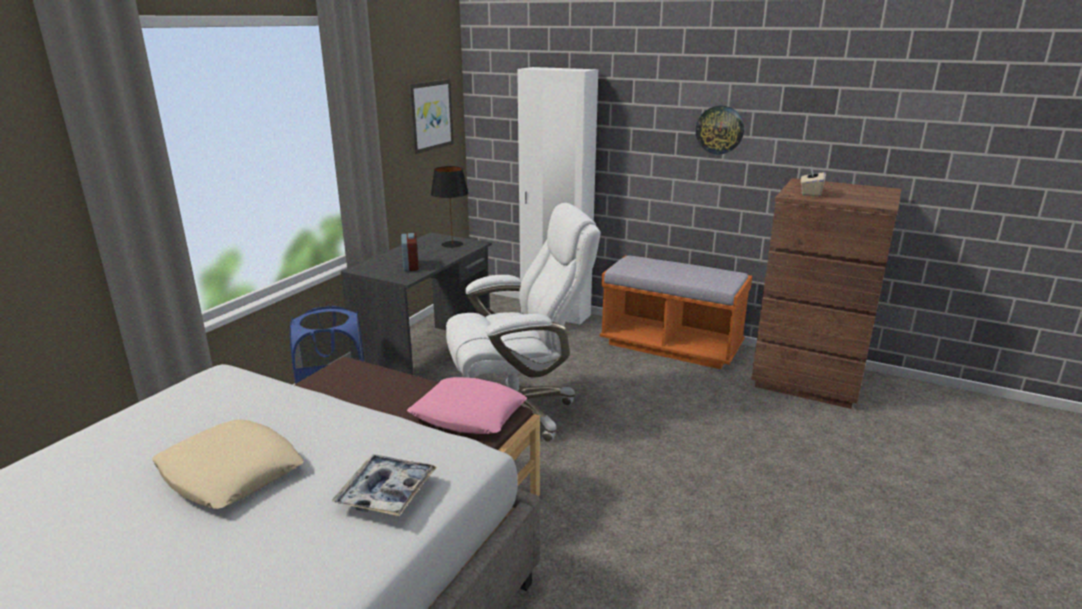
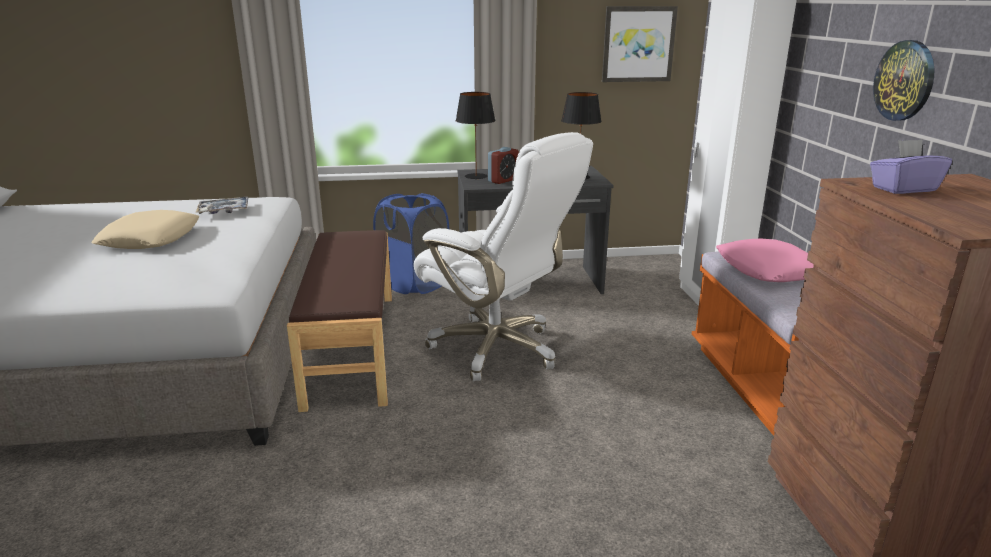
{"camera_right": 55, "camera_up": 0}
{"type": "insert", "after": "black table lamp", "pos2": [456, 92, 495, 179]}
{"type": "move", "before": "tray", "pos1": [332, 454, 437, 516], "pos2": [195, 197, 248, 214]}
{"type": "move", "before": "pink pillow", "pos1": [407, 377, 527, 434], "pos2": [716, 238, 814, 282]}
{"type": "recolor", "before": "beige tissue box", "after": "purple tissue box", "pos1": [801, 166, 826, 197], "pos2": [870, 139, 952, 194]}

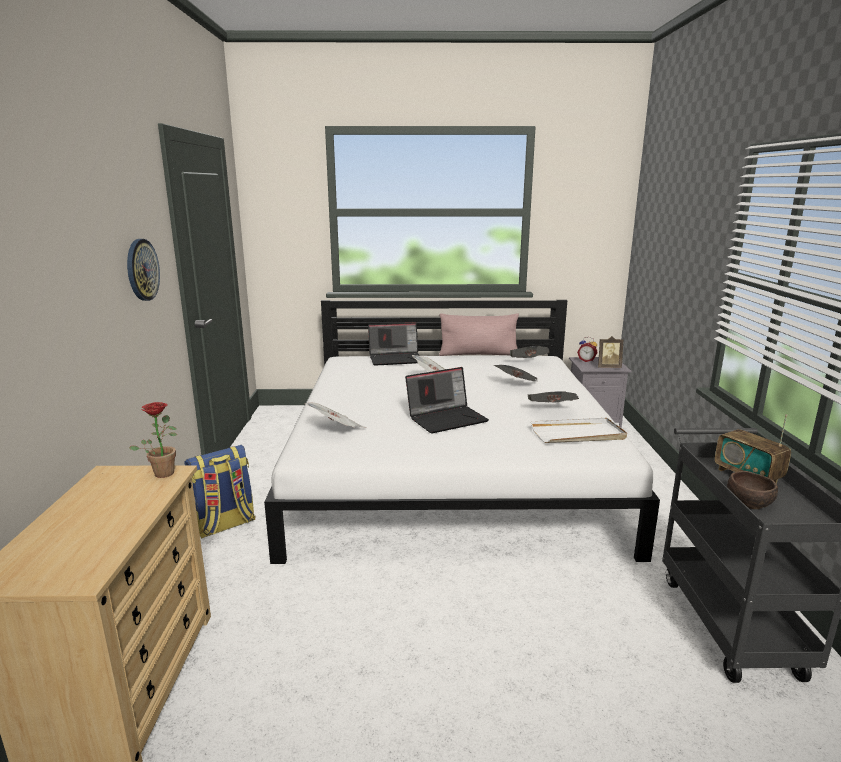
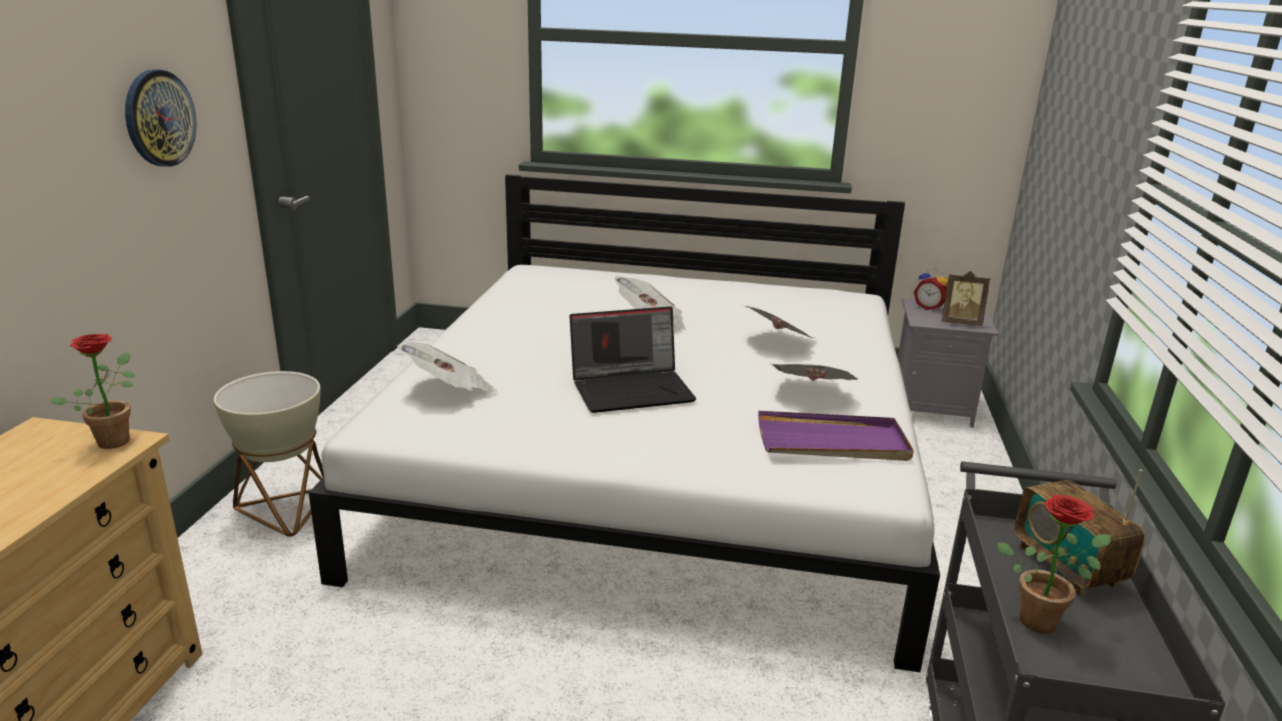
{"camera_right": 10, "camera_up": 5}
{"type": "delete", "before": "laptop", "pos1": [368, 322, 420, 366]}
{"type": "delete", "before": "pink pillow", "pos1": [439, 313, 519, 356]}
{"type": "delete", "before": "newspaper", "pos1": [510, 346, 550, 358]}
{"type": "replace", "before": "backpack", "after": "planter", "pos1": [184, 445, 255, 538], "pos2": [213, 371, 324, 536]}
{"type": "replace", "before": "brown bowl", "after": "potted plant", "pos1": [727, 471, 778, 509], "pos2": [997, 495, 1111, 634]}
{"type": "recolor", "before": "white tray", "after": "purple tray", "pos1": [531, 418, 627, 443], "pos2": [758, 411, 914, 461]}

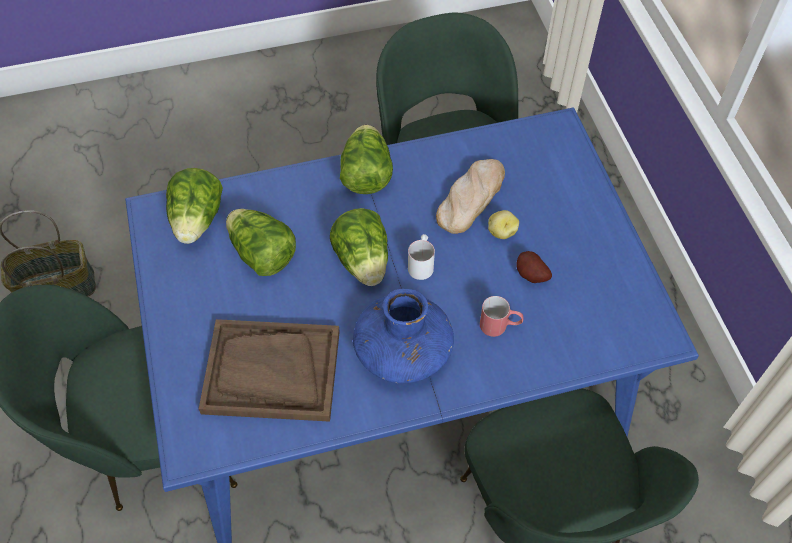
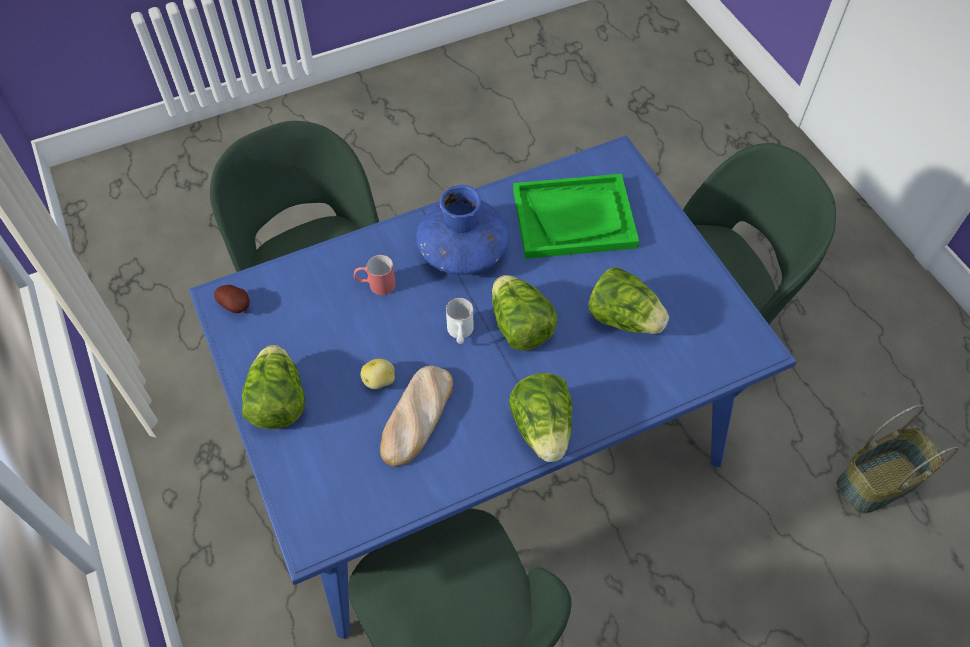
{"camera_right": 170, "camera_up": 0}
{"type": "move", "before": "lettuce", "pos1": [166, 168, 223, 244], "pos2": [242, 345, 305, 429]}
{"type": "move", "before": "potato", "pos1": [516, 251, 552, 283], "pos2": [214, 285, 250, 313]}
{"type": "recolor", "before": "brown tray", "after": "green tray", "pos1": [199, 319, 340, 422], "pos2": [513, 174, 639, 259]}

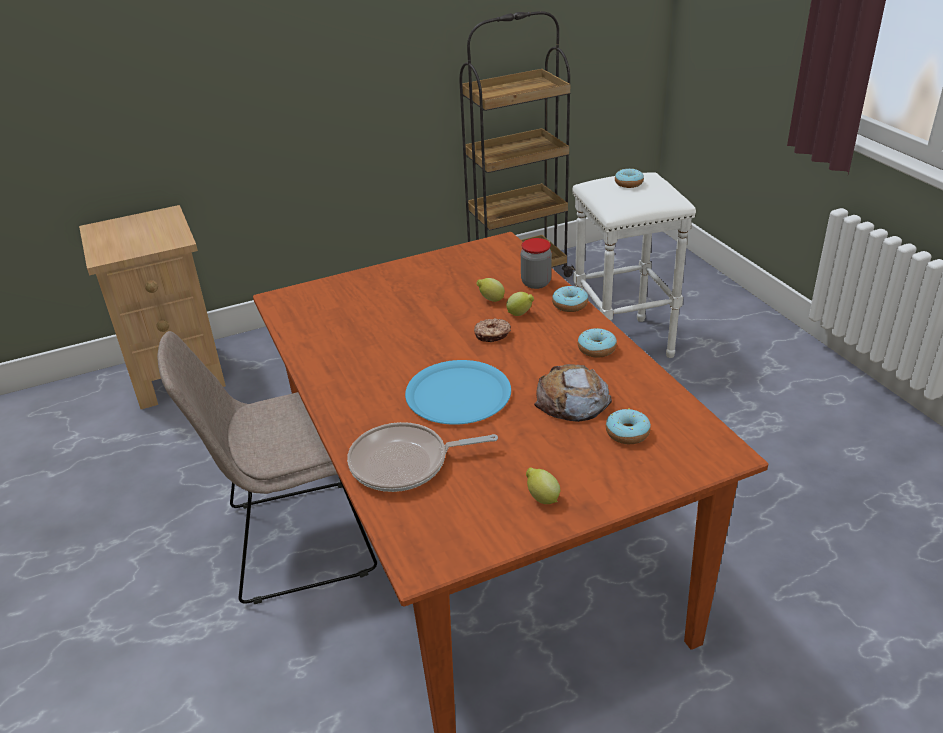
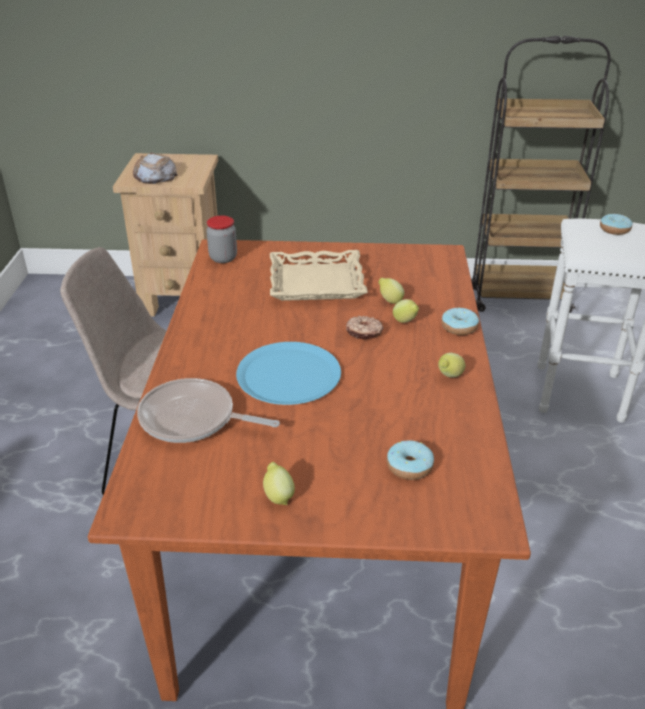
{"camera_right": 25, "camera_up": 0}
{"type": "insert", "after": "beige tray", "pos2": [270, 250, 368, 301]}
{"type": "move", "before": "jar", "pos1": [521, 238, 552, 289], "pos2": [206, 216, 237, 263]}
{"type": "move", "before": "bread", "pos1": [534, 364, 612, 422], "pos2": [133, 152, 178, 184]}
{"type": "replace", "before": "donut", "after": "lemon", "pos1": [578, 328, 617, 358], "pos2": [438, 353, 465, 378]}

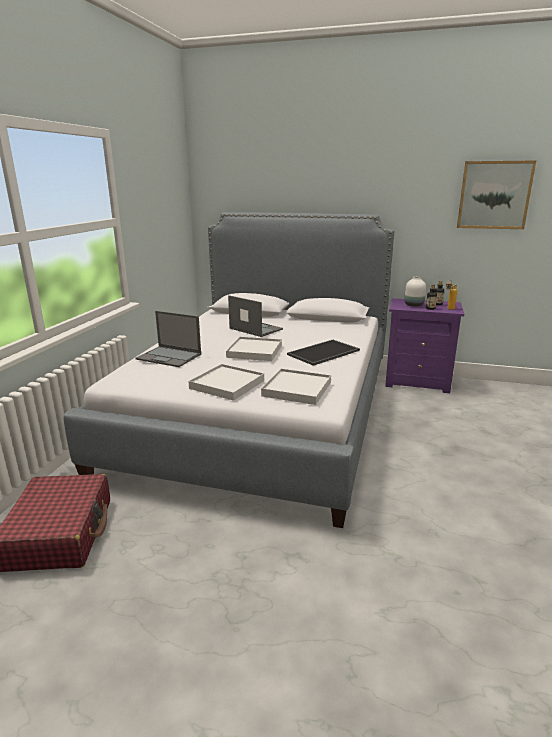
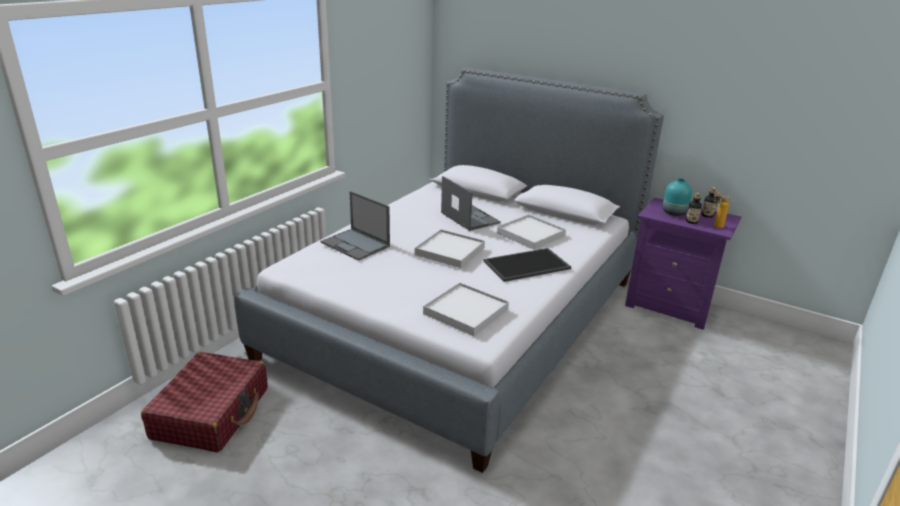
{"camera_right": 15, "camera_up": 5}
{"type": "delete", "before": "picture", "pos1": [457, 160, 537, 229]}
{"type": "move", "before": "white tray", "pos1": [188, 364, 264, 401], "pos2": [497, 214, 566, 250]}
{"type": "recolor", "before": "white vase", "after": "turquoise vase", "pos1": [404, 277, 426, 306], "pos2": [663, 178, 692, 216]}

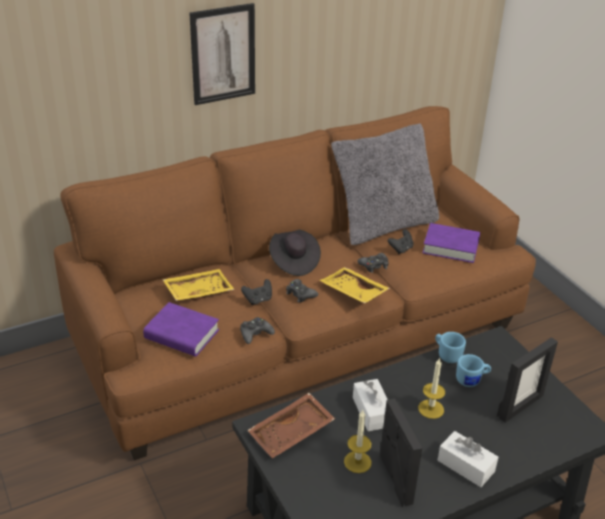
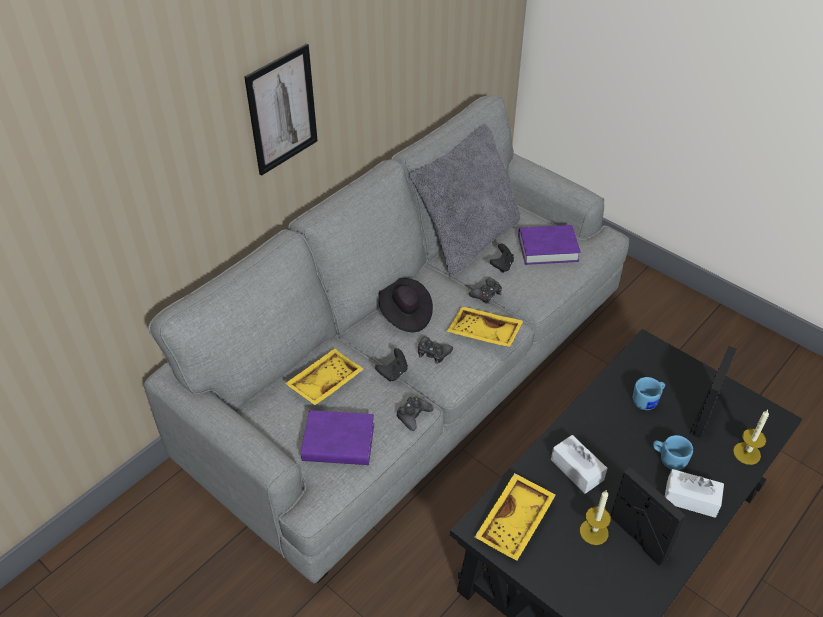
{"camera_right": -20, "camera_up": 10}
{"type": "move", "before": "candle", "pos1": [418, 358, 445, 419], "pos2": [733, 410, 769, 465]}
{"type": "move", "before": "blue mug", "pos1": [435, 332, 466, 363], "pos2": [653, 435, 693, 470]}
{"type": "recolor", "before": "brown sofa", "after": "grey sofa", "pos1": [54, 106, 536, 460], "pos2": [144, 96, 629, 584]}
{"type": "recolor", "before": "brown tray", "after": "yellow tray", "pos1": [247, 393, 335, 458], "pos2": [475, 473, 556, 561]}

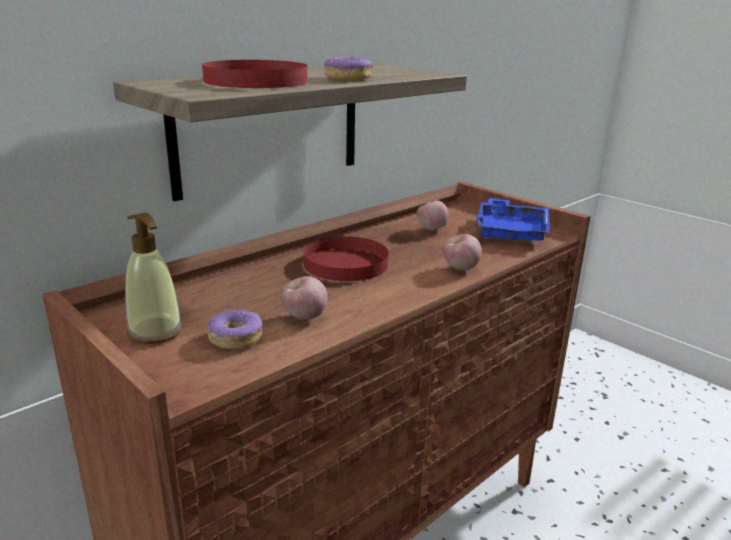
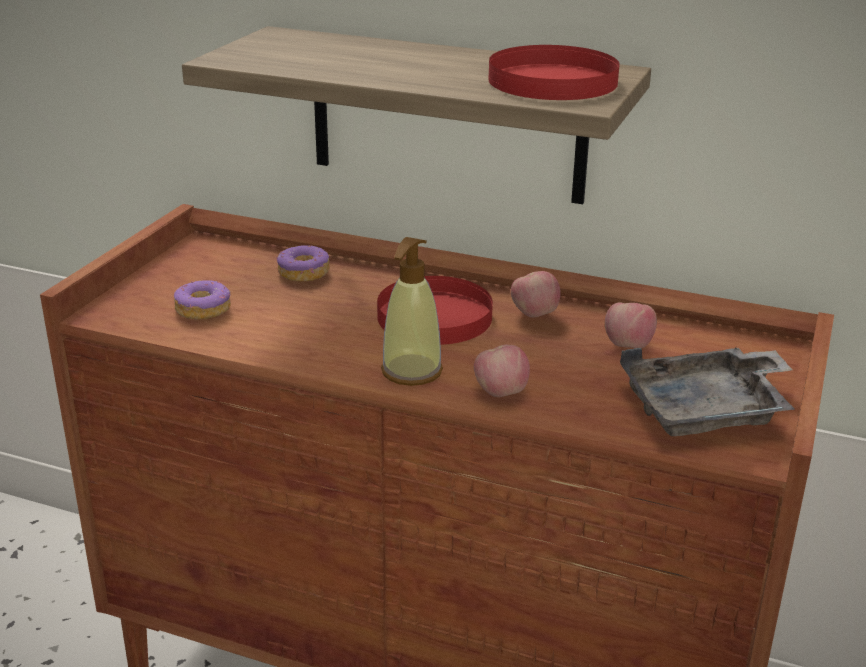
{"camera_right": 65, "camera_up": 5}
{"type": "move", "before": "soap dispenser", "pos1": [125, 212, 183, 344], "pos2": [381, 237, 443, 386]}
{"type": "move", "before": "red plate", "pos1": [202, 60, 308, 88], "pos2": [488, 45, 620, 100]}
{"type": "move", "before": "apple", "pos1": [282, 276, 328, 320], "pos2": [511, 271, 560, 318]}
{"type": "move", "before": "donut", "pos1": [324, 56, 373, 80], "pos2": [276, 245, 330, 281]}
{"type": "recolor", "before": "blue tray", "after": "grey tray", "pos1": [476, 198, 550, 243], "pos2": [620, 347, 795, 436]}

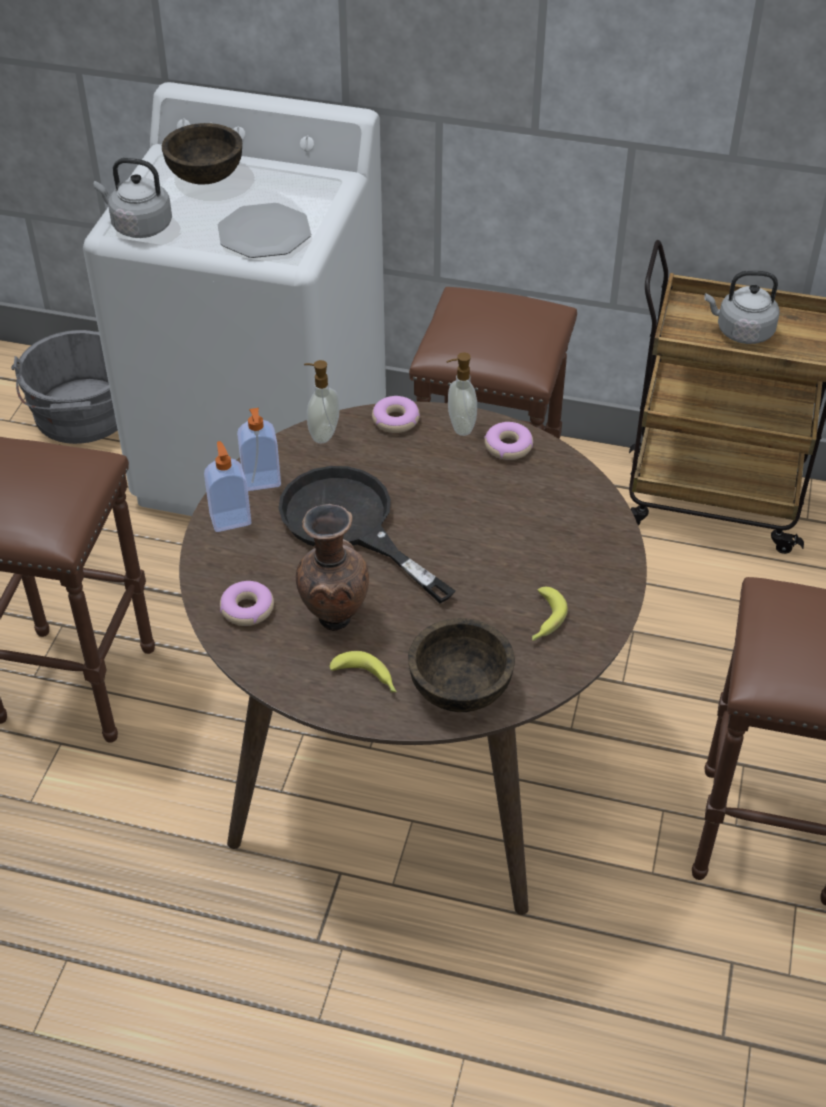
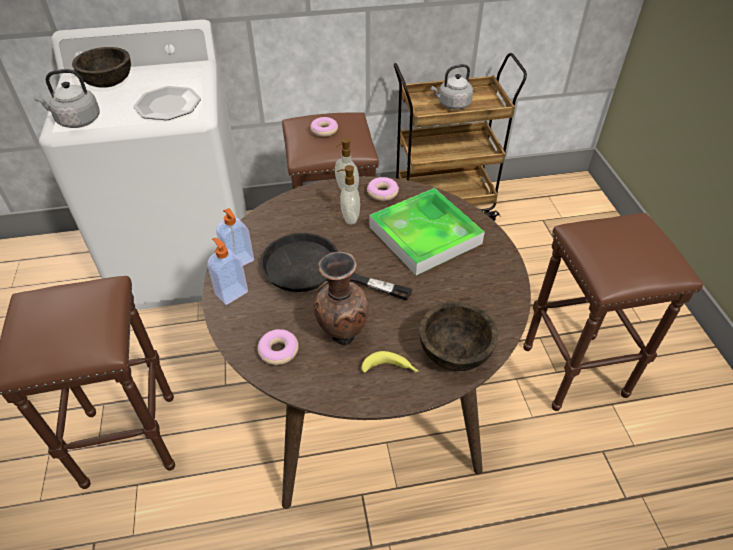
{"camera_right": -25, "camera_up": 0}
{"type": "delete", "before": "grey bucket", "pos1": [11, 330, 118, 444]}
{"type": "delete", "before": "banana", "pos1": [532, 587, 568, 641]}
{"type": "insert", "after": "tray", "pos2": [369, 188, 485, 275]}
{"type": "move", "before": "soap dispenser", "pos1": [304, 360, 340, 443], "pos2": [337, 165, 360, 224]}
{"type": "move", "before": "donut", "pos1": [372, 396, 420, 433], "pos2": [310, 117, 338, 137]}

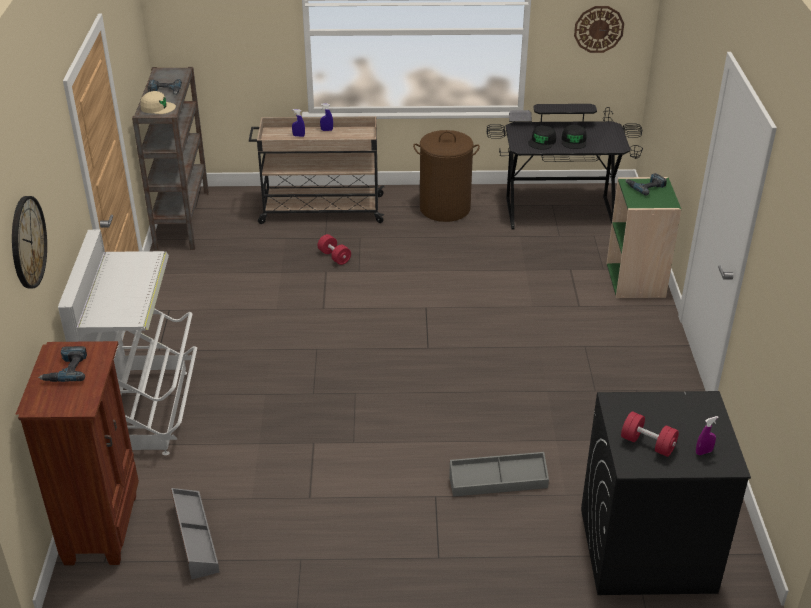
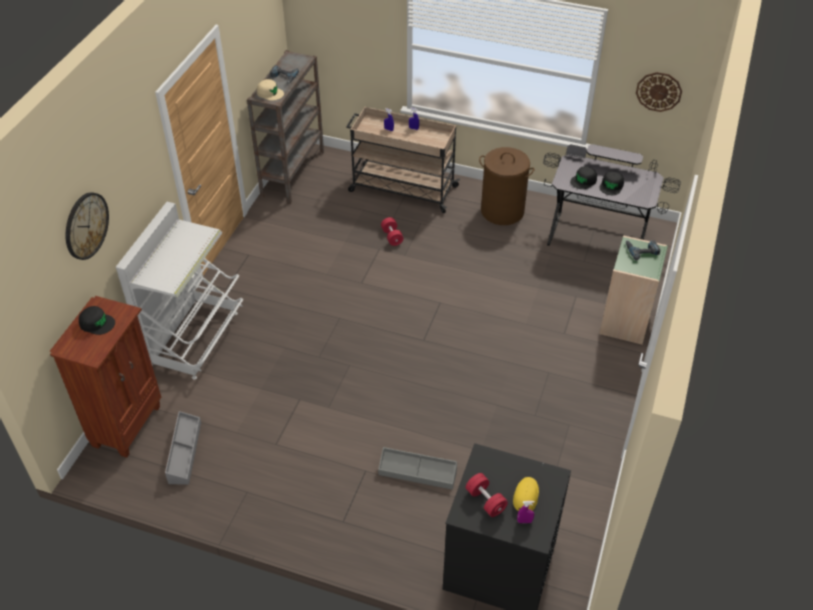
{"camera_right": 20, "camera_up": 10}
{"type": "insert", "after": "yellow cap", "pos2": [513, 477, 539, 511]}
{"type": "replace", "before": "power drill", "after": "black cap", "pos1": [38, 346, 87, 382], "pos2": [79, 306, 115, 335]}

